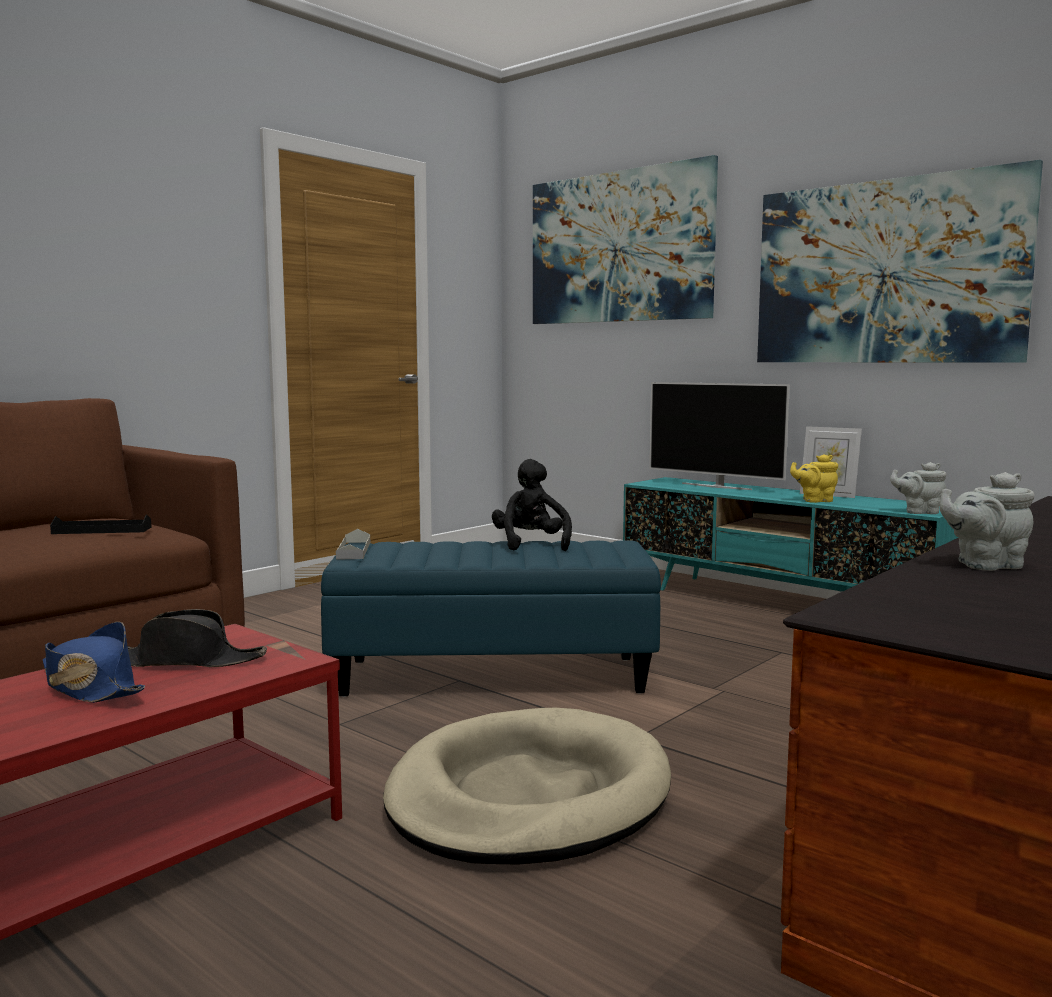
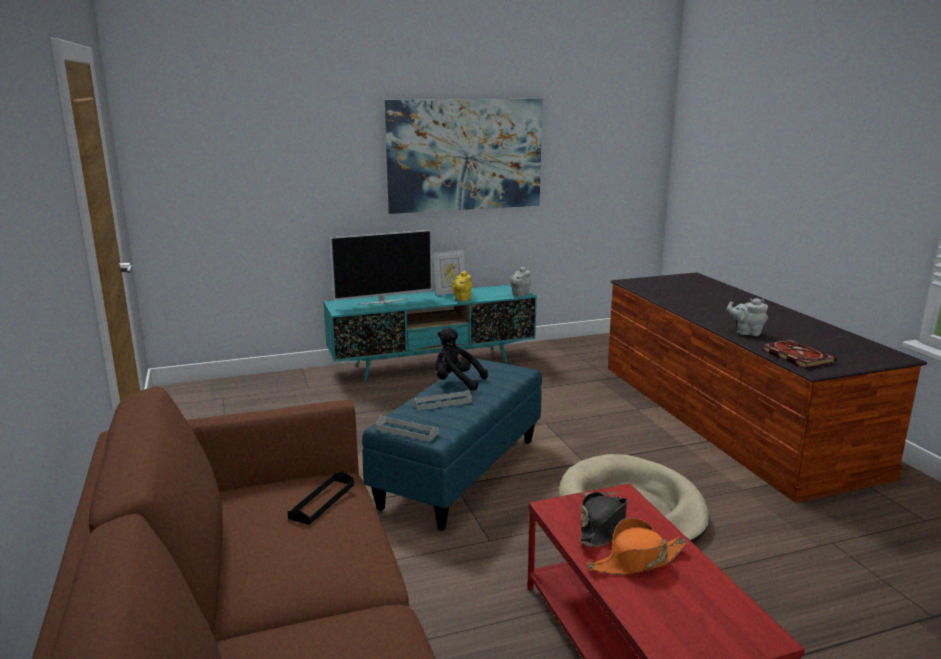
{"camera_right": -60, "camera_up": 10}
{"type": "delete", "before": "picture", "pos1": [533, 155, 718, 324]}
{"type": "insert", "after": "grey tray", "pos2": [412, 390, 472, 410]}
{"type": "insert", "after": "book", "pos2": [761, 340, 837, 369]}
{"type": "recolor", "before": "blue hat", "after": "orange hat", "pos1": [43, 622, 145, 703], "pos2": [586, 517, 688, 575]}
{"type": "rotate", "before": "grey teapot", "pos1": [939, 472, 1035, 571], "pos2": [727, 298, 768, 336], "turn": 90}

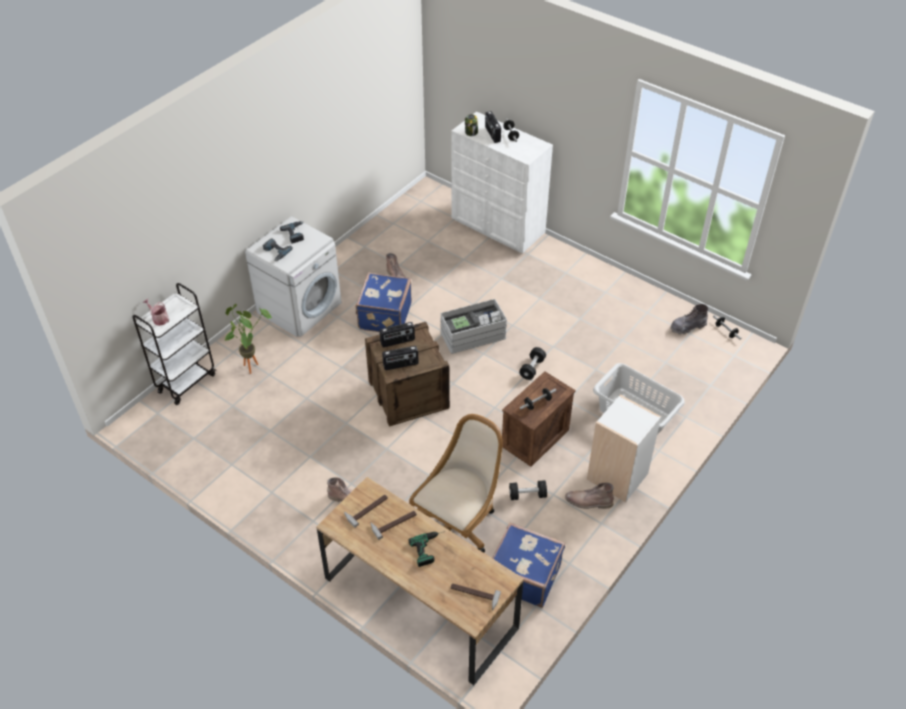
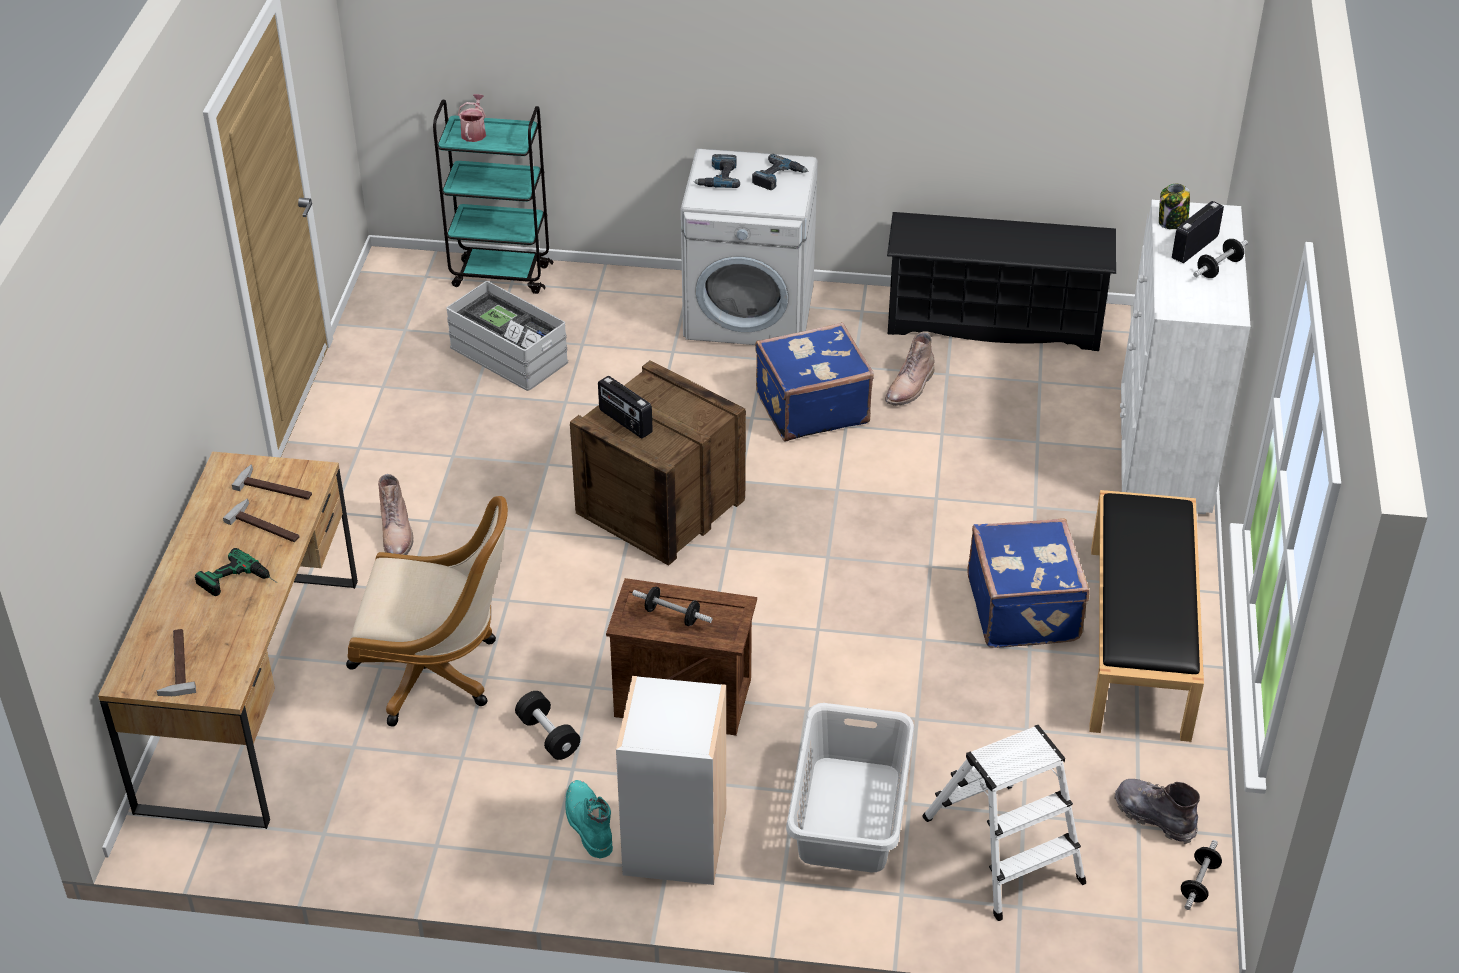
{"camera_right": 60, "camera_up": -5}
{"type": "delete", "before": "potted plant", "pos1": [225, 304, 272, 374]}
{"type": "delete", "before": "radio", "pos1": [380, 322, 415, 347]}
{"type": "delete", "before": "black dumbbell", "pos1": [519, 347, 546, 380]}
{"type": "insert", "after": "black shoe rack", "pos2": [887, 212, 1116, 351]}
{"type": "insert", "after": "white step ladder", "pos2": [922, 725, 1086, 921]}
{"type": "insert", "after": "black bench", "pos2": [1090, 490, 1204, 742]}
{"type": "move", "before": "grey storage box", "pos1": [440, 299, 507, 354], "pos2": [447, 281, 568, 391]}
{"type": "move", "before": "blue suitcase", "pos1": [493, 522, 565, 608], "pos2": [967, 518, 1090, 648]}
{"type": "recolor", "before": "white cart", "after": "turquoise cart", "pos1": [132, 283, 215, 405], "pos2": [433, 100, 554, 294]}
{"type": "recolor", "before": "brown boot", "after": "turquoise boot", "pos1": [565, 483, 614, 509], "pos2": [565, 780, 613, 859]}

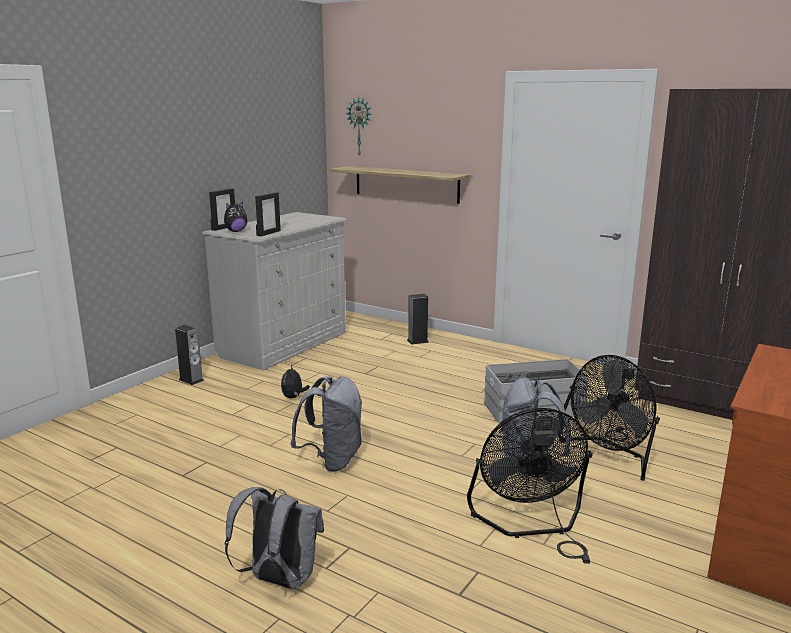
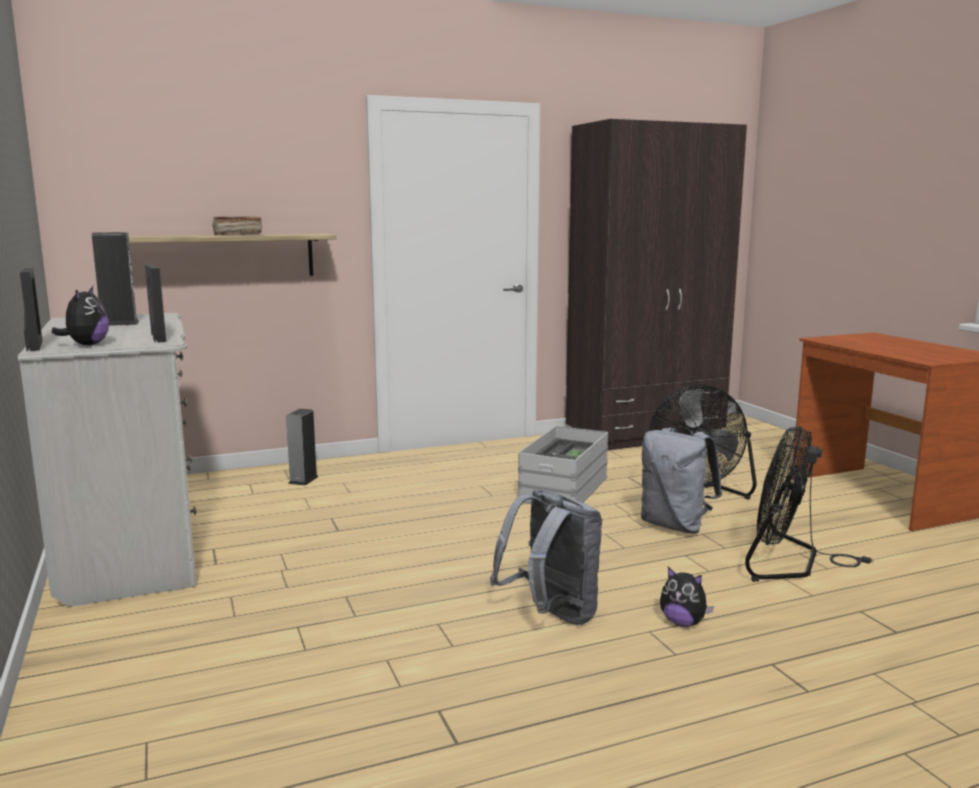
{"camera_right": -55, "camera_up": -5}
{"type": "delete", "before": "grey backpack", "pos1": [225, 487, 324, 589]}
{"type": "delete", "before": "wall clock", "pos1": [346, 97, 371, 157]}
{"type": "insert", "after": "brown book", "pos2": [212, 216, 263, 235]}
{"type": "move", "before": "speaker", "pos1": [175, 325, 204, 385], "pos2": [92, 232, 139, 326]}
{"type": "move", "before": "plush toy", "pos1": [281, 365, 310, 399], "pos2": [660, 567, 714, 627]}

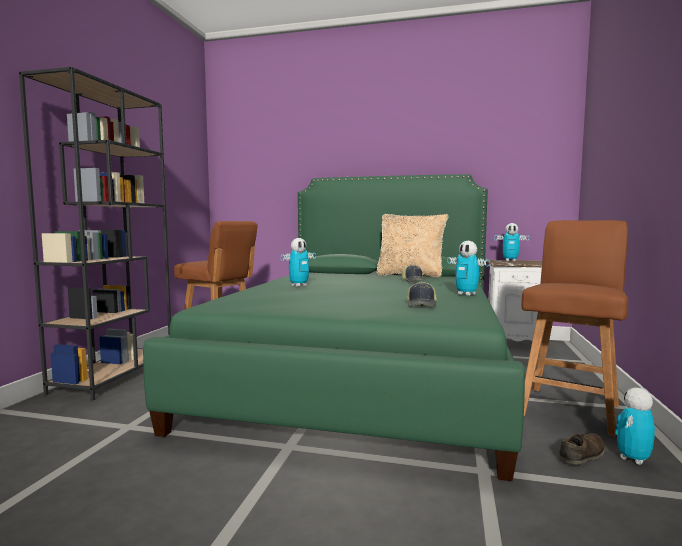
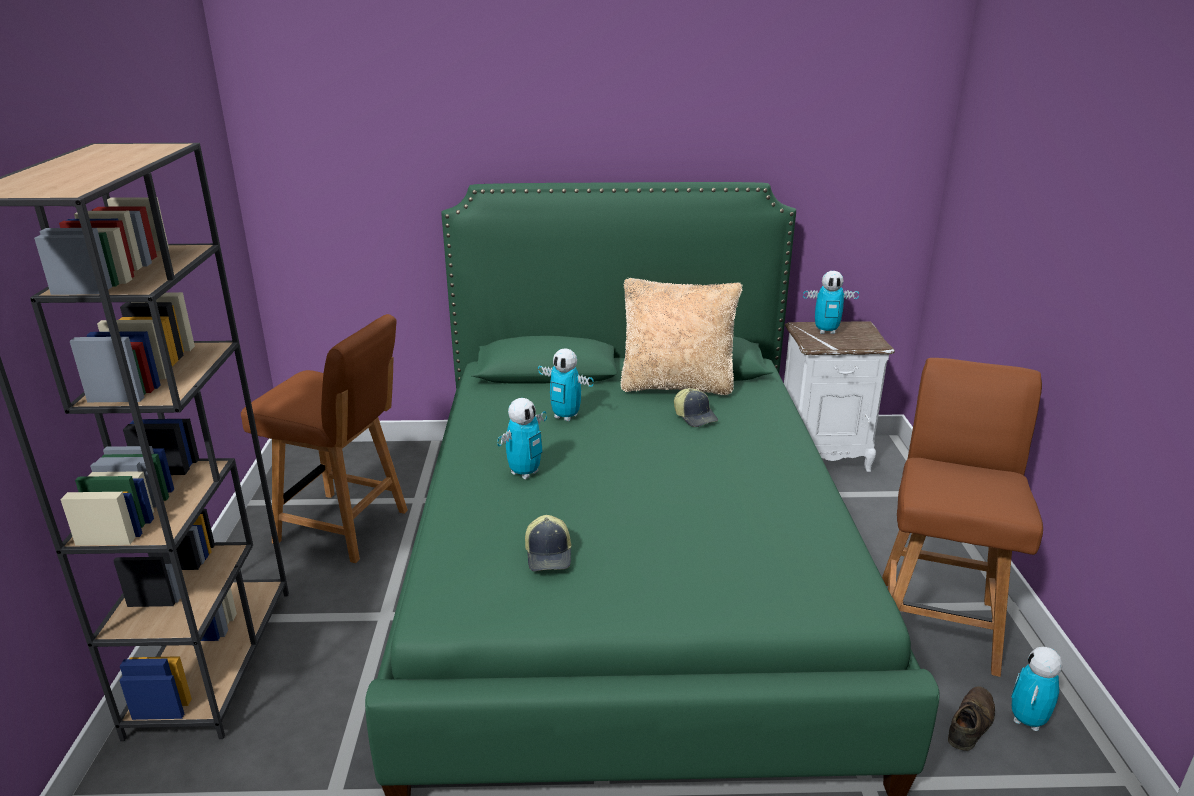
{"camera_right": -15, "camera_up": 20}
{"type": "move", "before": "cap", "pos1": [407, 281, 437, 307], "pos2": [525, 515, 572, 571]}
{"type": "move", "before": "toy robot", "pos1": [447, 241, 490, 296], "pos2": [538, 348, 594, 422]}

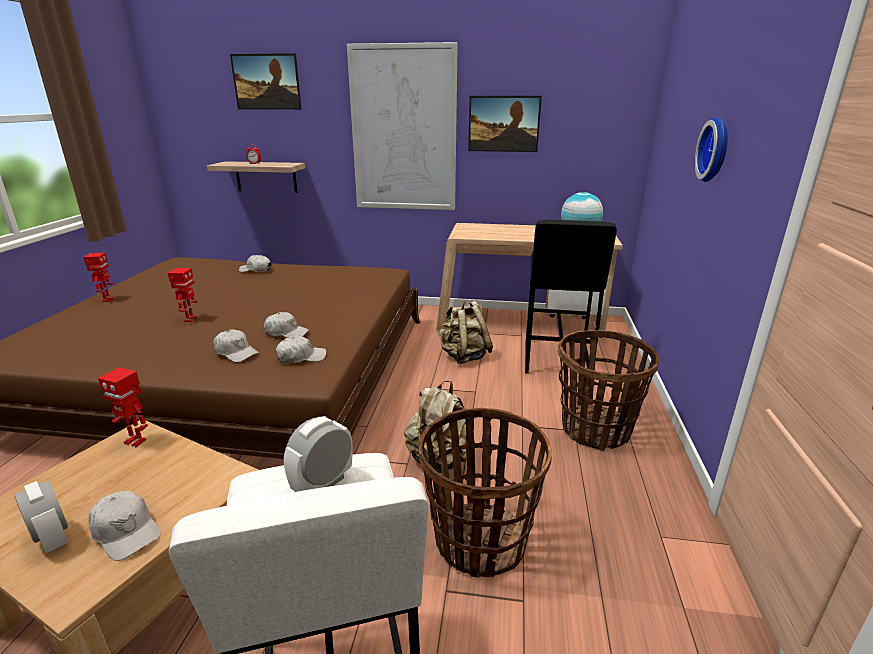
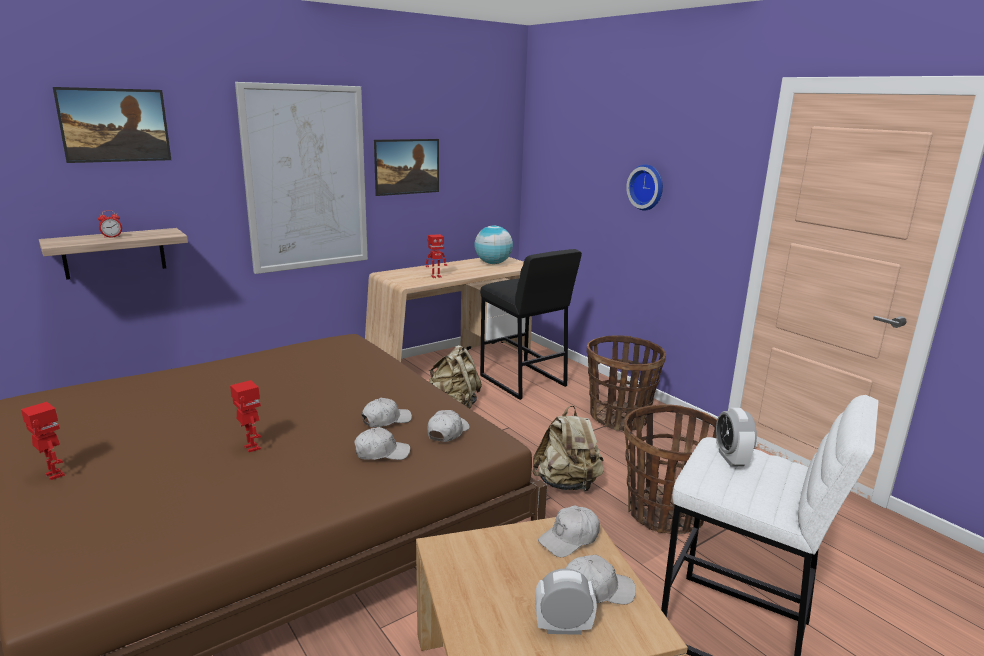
{"camera_right": -45, "camera_up": -5}
{"type": "move", "before": "toy robot", "pos1": [98, 367, 148, 447], "pos2": [426, 234, 447, 278]}
{"type": "move", "before": "white cap", "pos1": [239, 255, 271, 272], "pos2": [538, 505, 600, 557]}

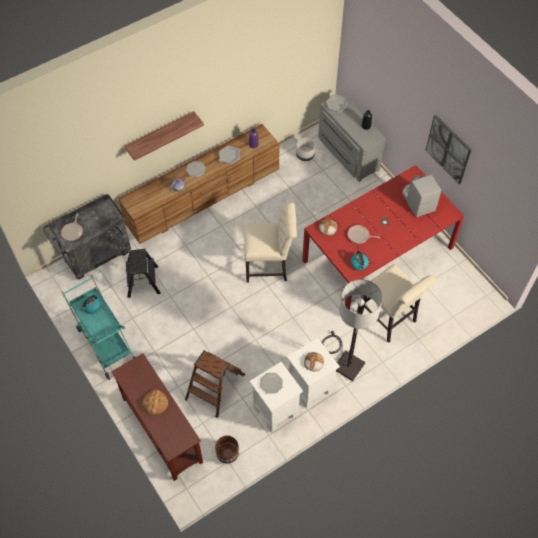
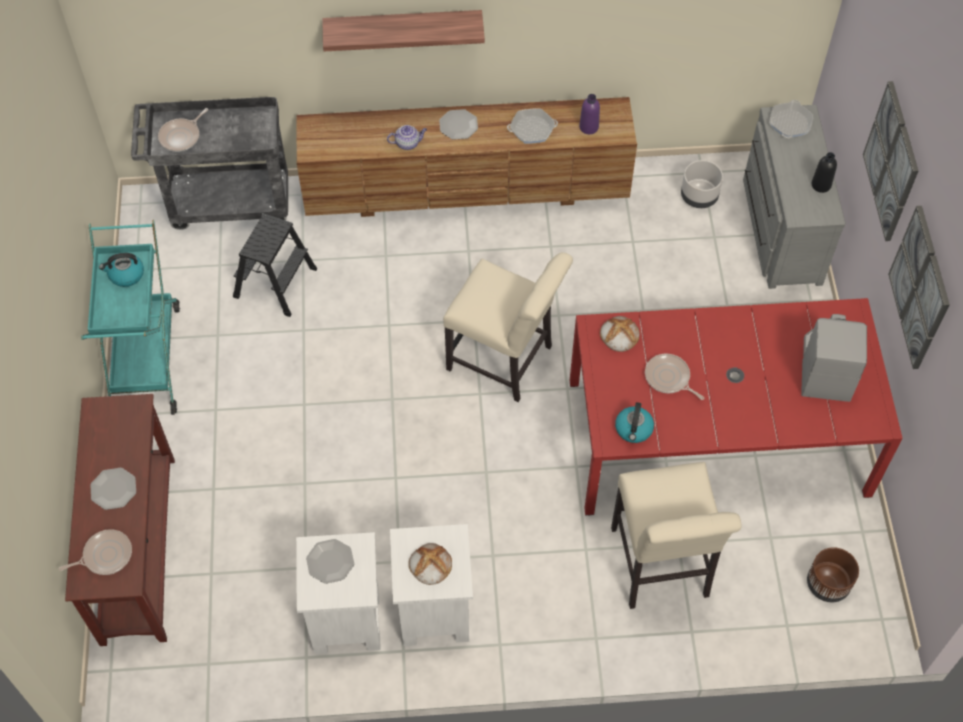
{"camera_right": 30, "camera_up": 0}
{"type": "delete", "before": "brown step ladder", "pos1": [185, 350, 245, 418]}
{"type": "delete", "before": "floor lamp", "pos1": [321, 279, 382, 381]}
{"type": "insert", "after": "frying pan", "pos2": [59, 529, 132, 575]}
{"type": "insert", "after": "picture", "pos2": [863, 81, 918, 241]}
{"type": "move", "before": "brown planter", "pos1": [215, 436, 239, 464], "pos2": [807, 547, 859, 602]}
{"type": "replace", "before": "bread", "after": "plate", "pos1": [142, 390, 168, 415], "pos2": [91, 468, 136, 510]}

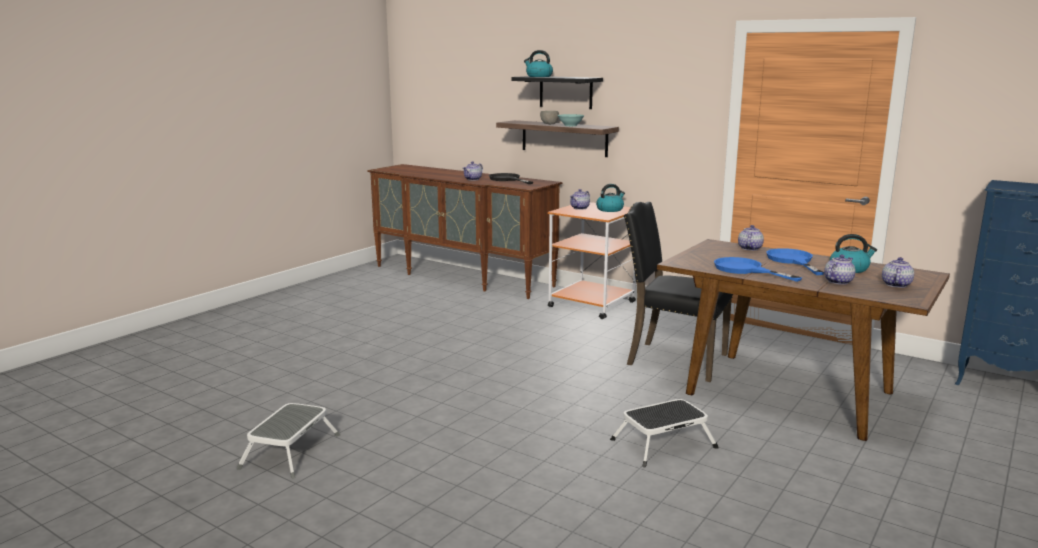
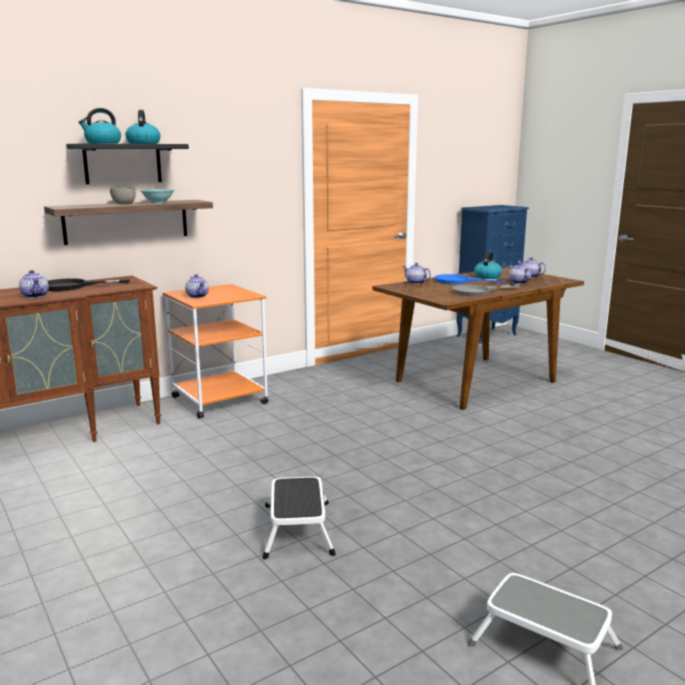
{"camera_right": -70, "camera_up": 0}
{"type": "delete", "before": "black chair", "pos1": [624, 202, 733, 382]}
{"type": "move", "before": "kettle", "pos1": [596, 184, 625, 212], "pos2": [125, 110, 161, 144]}
{"type": "move", "before": "black step ladder", "pos1": [610, 399, 719, 468], "pos2": [262, 477, 336, 560]}
{"type": "recolor", "before": "blue frying pan", "after": "grey frying pan", "pos1": [714, 257, 802, 282], "pos2": [452, 284, 520, 296]}

